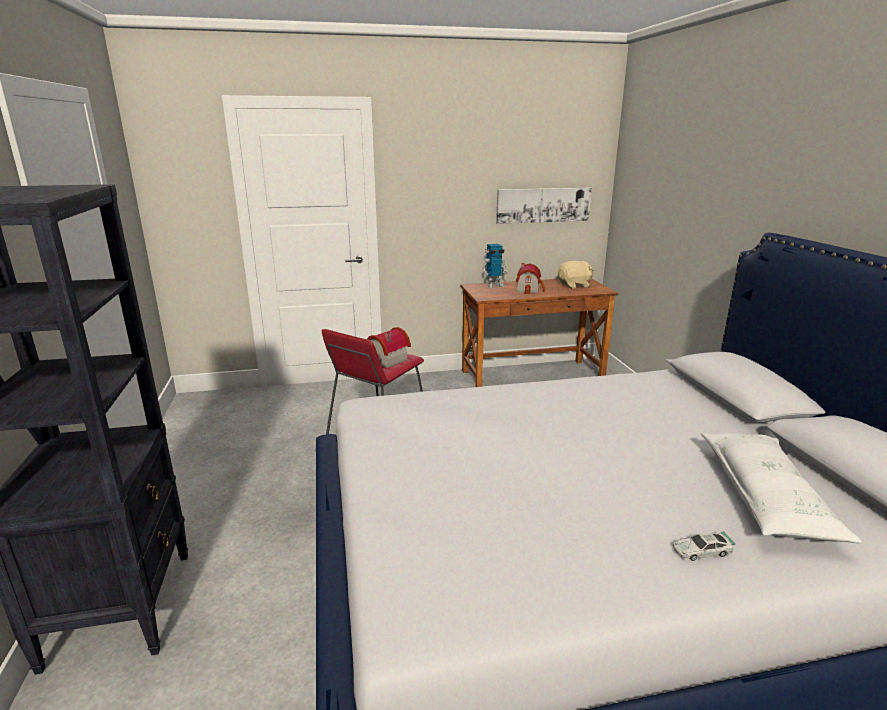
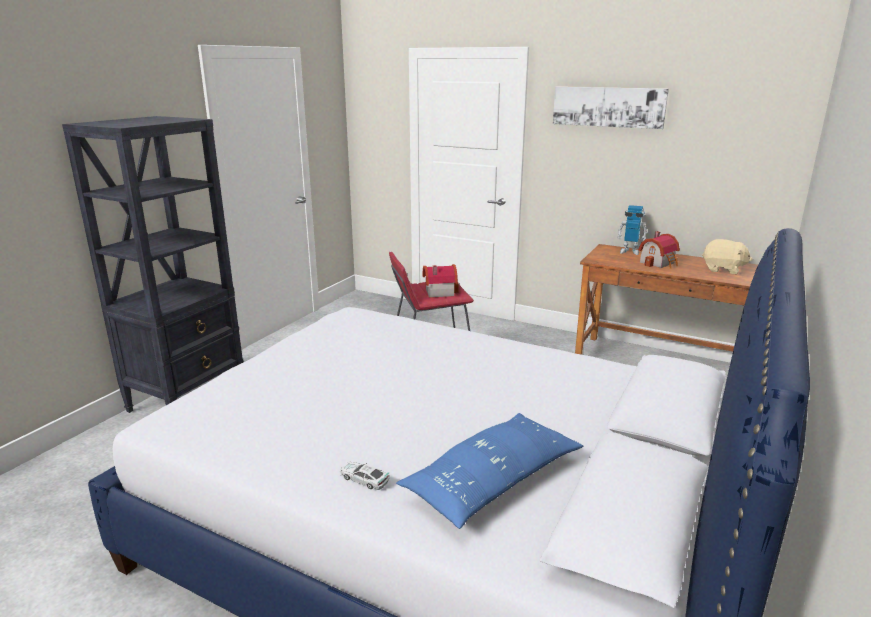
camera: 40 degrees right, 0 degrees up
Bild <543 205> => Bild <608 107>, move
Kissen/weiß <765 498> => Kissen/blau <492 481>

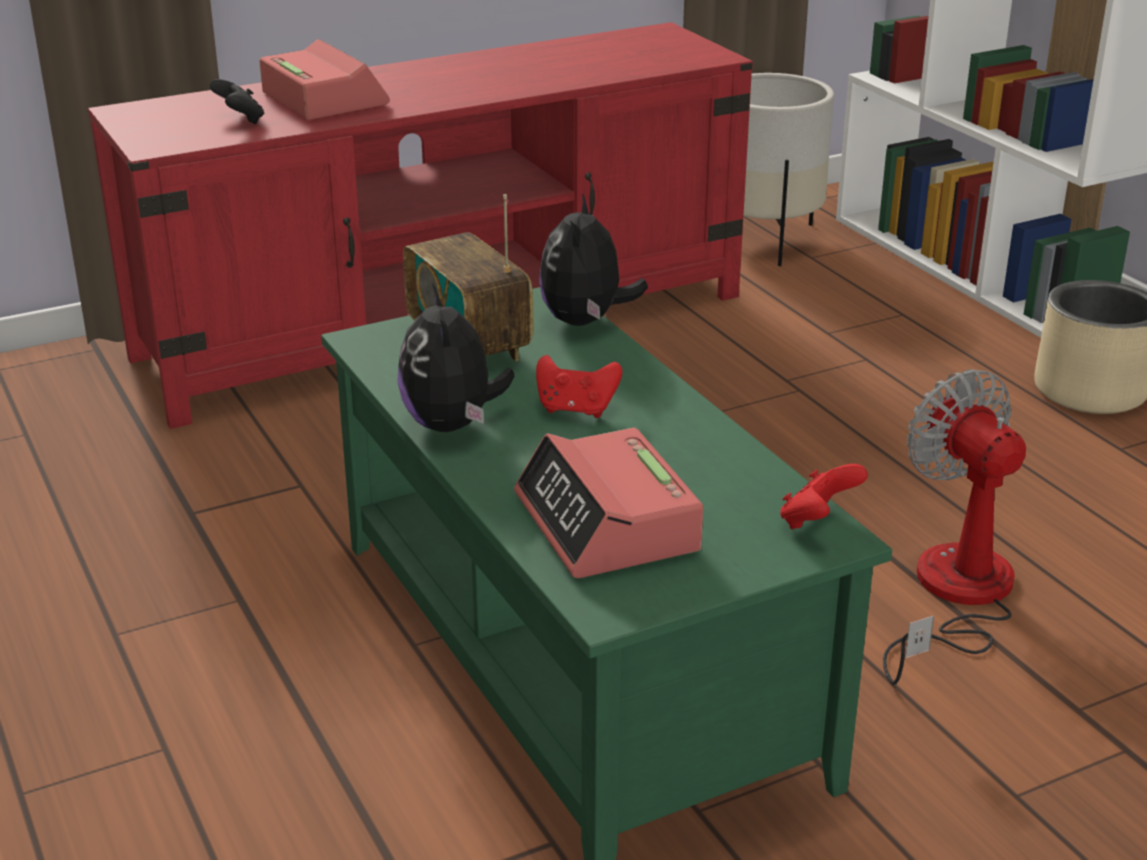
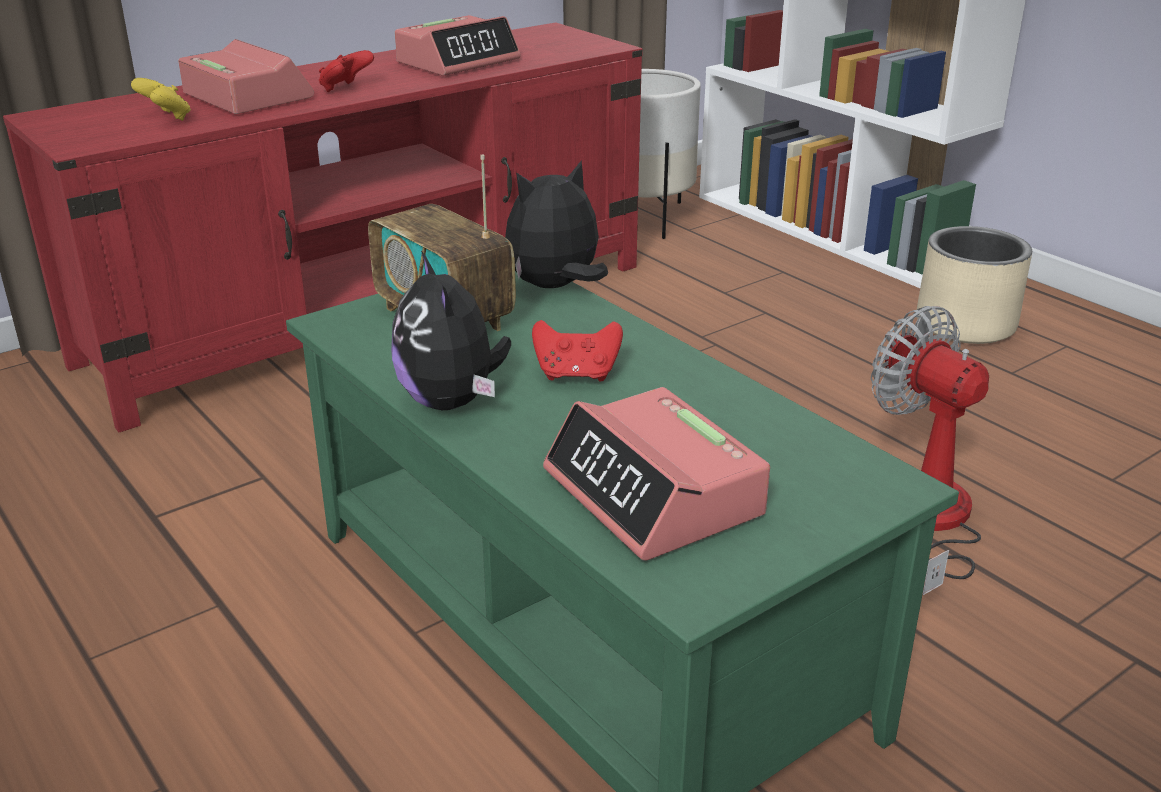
camera: 10 degrees left, 0 degrees up
Gamepad/schwarz <240 120> => Gamepad/gelb <166 118>
Plüschtier <585 321> => Plüschtier <555 287>, 60 degrees clockwise
Gamepad/rot <817 521> => Gamepad/rot <345 89>, move
nothing => Wecker <458 61>

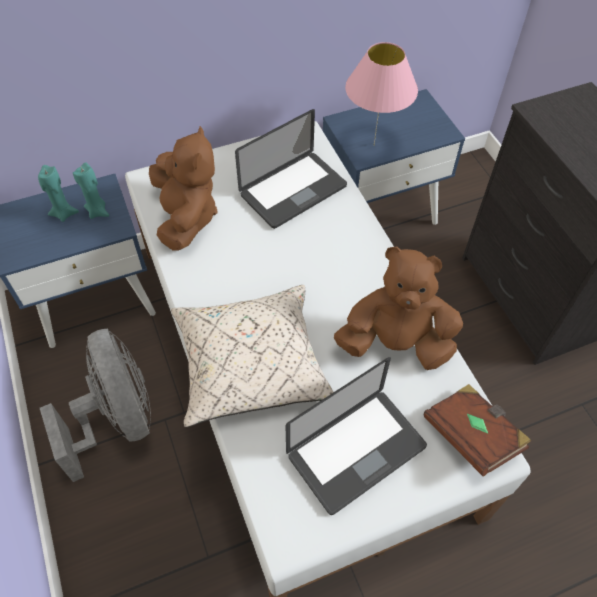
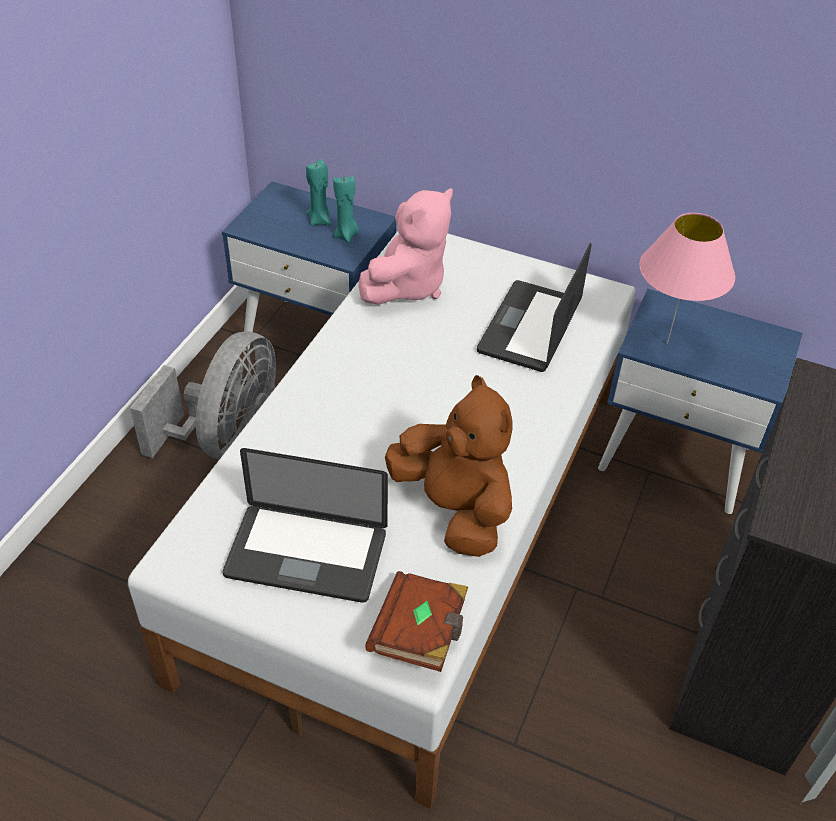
camera: 45 degrees right, 10 degrees down
Plüschtier/braun <186 218> => Plüschtier/rosa <407 285>
Kissen/beige <250 363> => nothing
Laptop <293 191> => Laptop <530 327>, 105 degrees clockwise

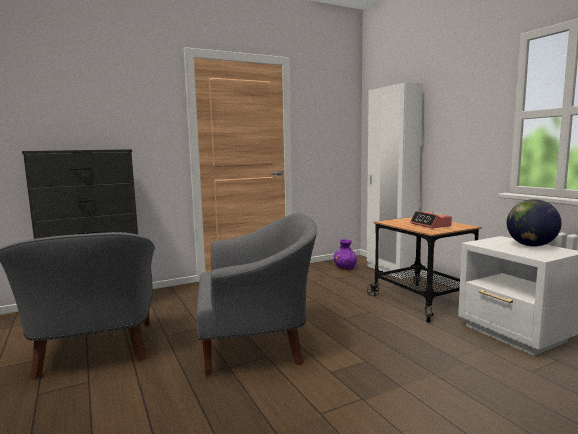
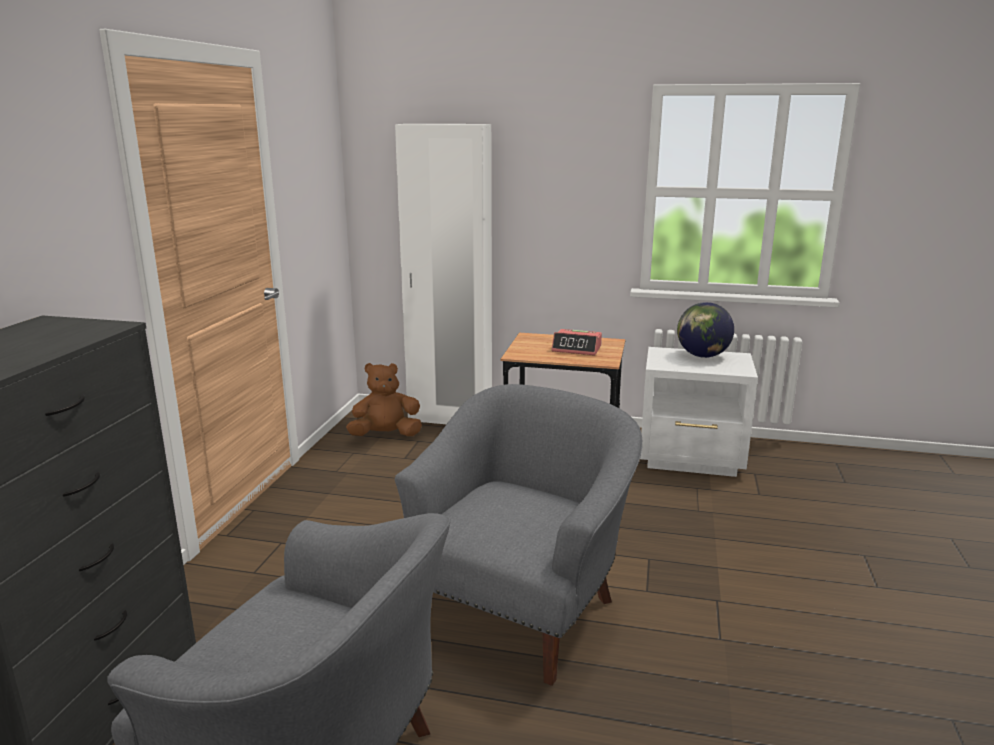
camera: 50 degrees left, 10 degrees up
Vase/lila <345 268> => Plüschtier/braun <386 435>

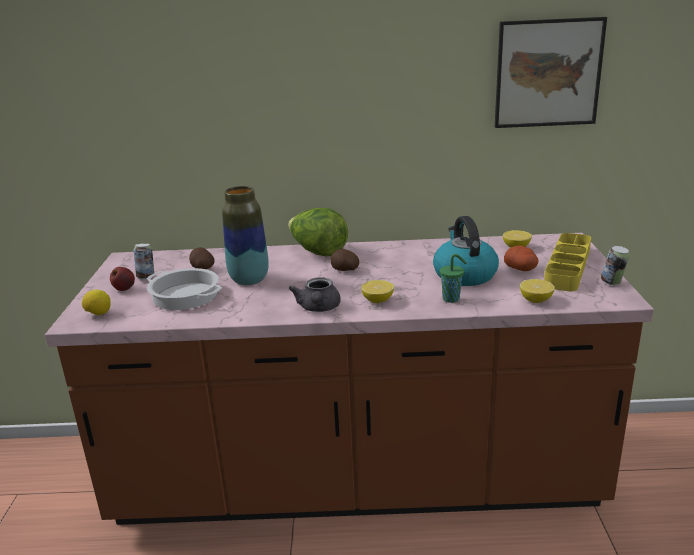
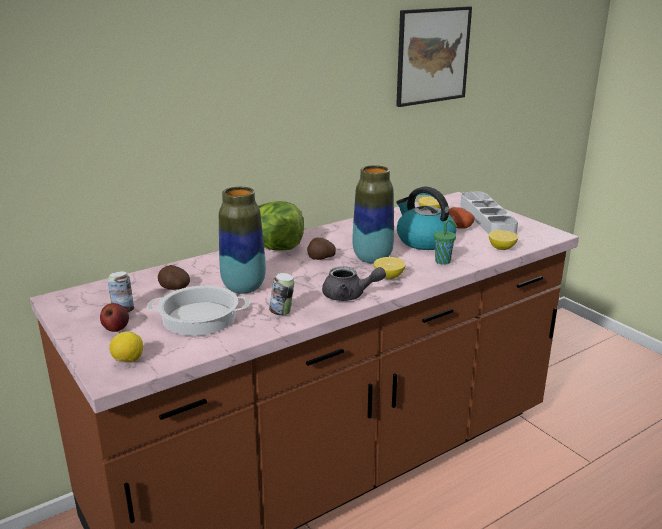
camera: 35 degrees left, 0 degrees up
Teekanne/grau <318 308> => Teekanne/grau <349 296>, 45 degrees counterclockwise
Tablett/gelb <567 267> => Tablett/grau <487 219>
Dose <612 283> => Dose <282 313>, move
nothing => Vase <372 258>

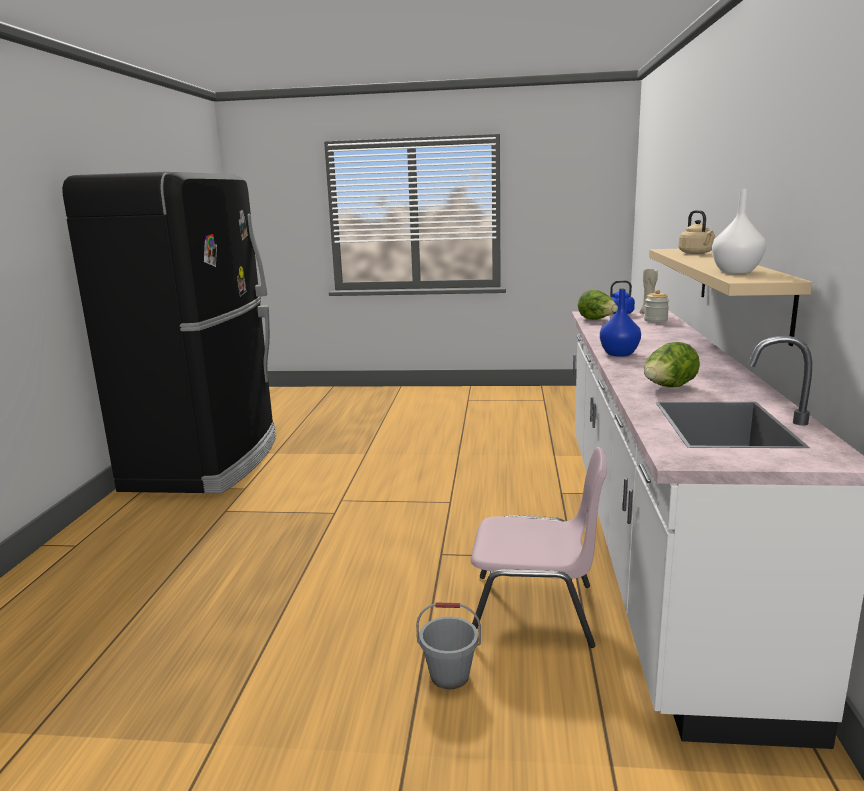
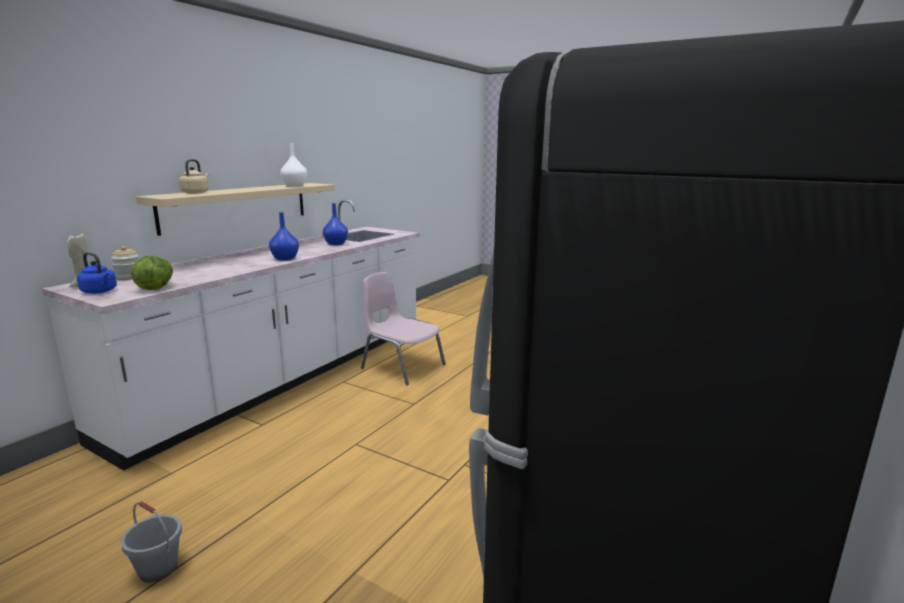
camera: 155 degrees left, 0 degrees up
Eimer/grau <450 675> => Eimer/grau <158 569>, move
Salatkopf <668 388> => Vase/blau <335 244>

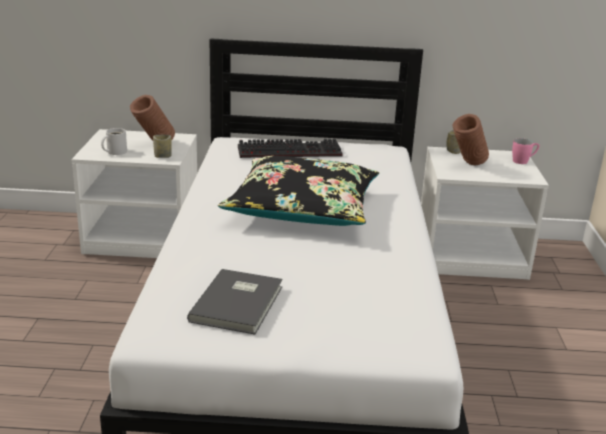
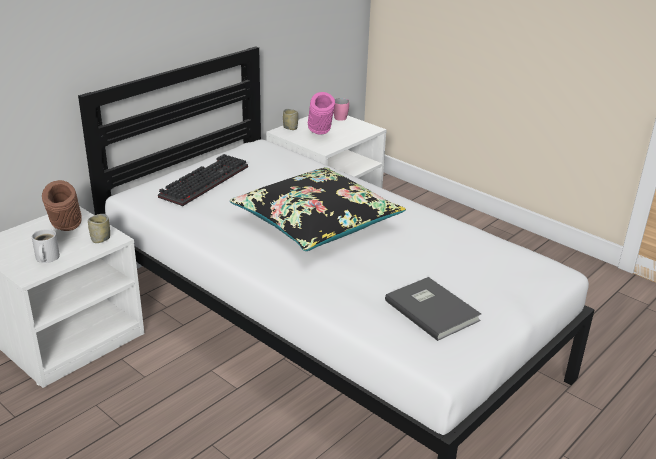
camera: 50 degrees left, 5 degrees up
Vase/braun <467 165> => Vase/rosa <320 136>

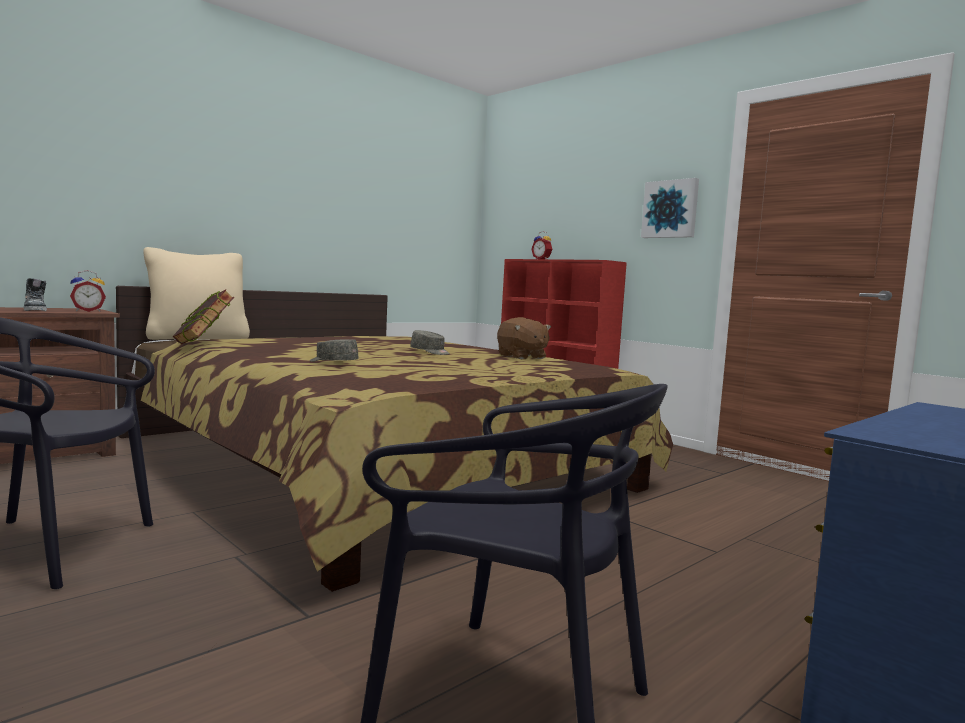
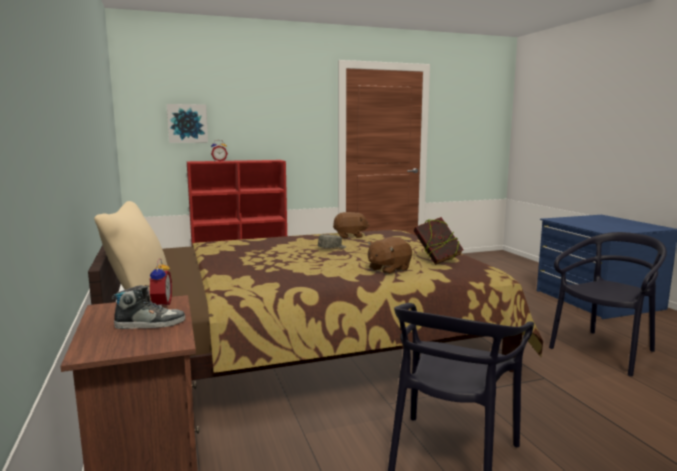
camera: 65 degrees left, 5 degrees up
Buch <203 345> => Buch <437 261>, move
Kappe/grau <332 362> => Plüschtier/braun <388 269>
Bild <670 209> => Bild <187 123>, move

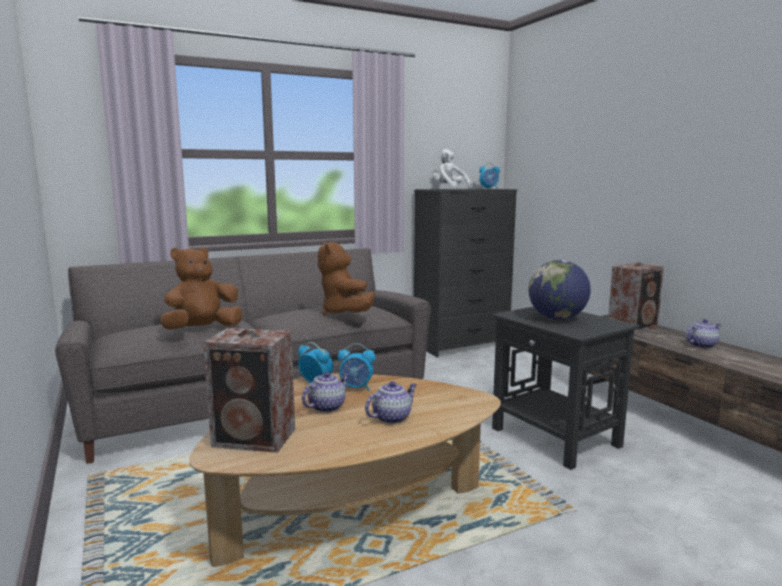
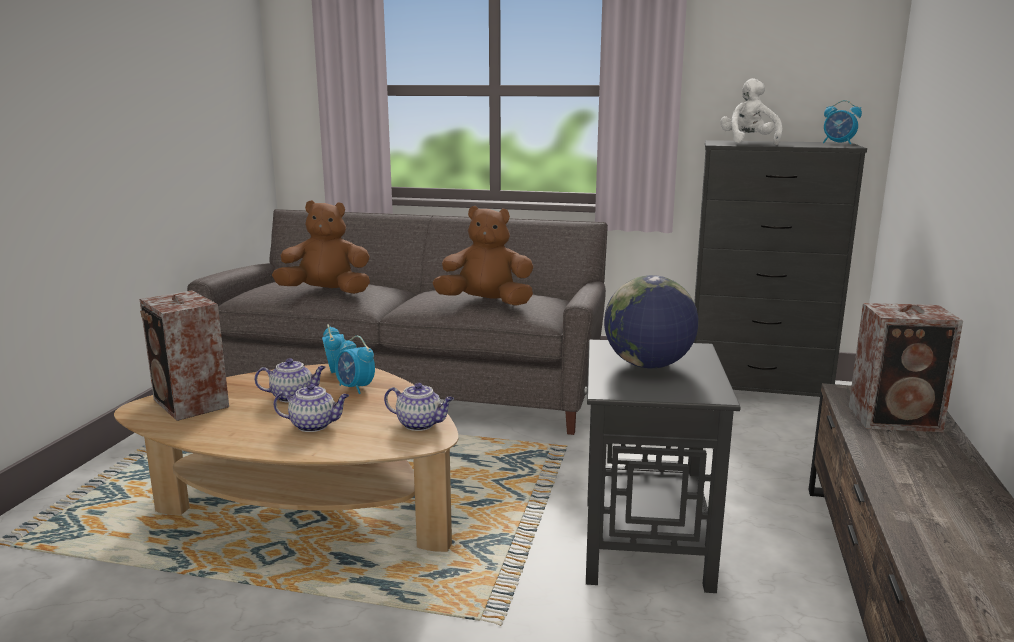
camera: 40 degrees right, 5 degrees up
Plüschtier/braun <344 313> => Plüschtier/braun <486 303>, 75 degrees clockwise
Teekanne <702 345> => Teekanne <420 424>, move

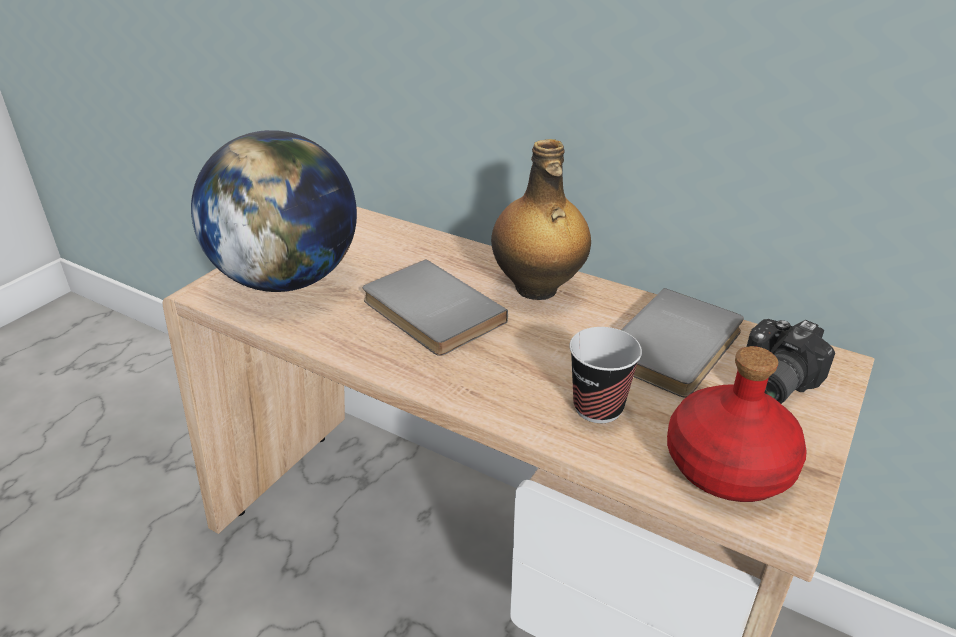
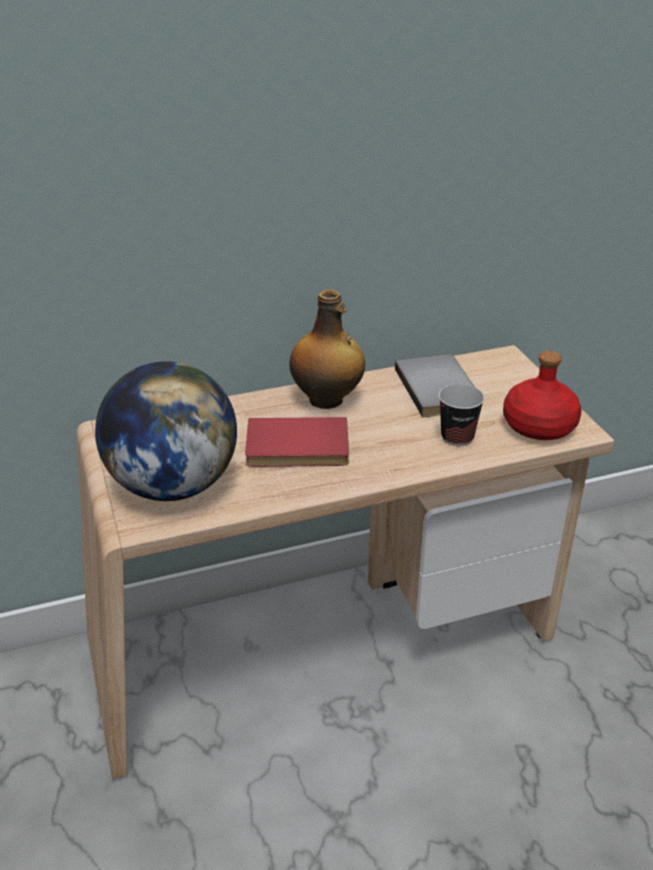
camera: 50 degrees left, 0 degrees up
Buch/grau <429 312> => Buch/rot <297 448>
Kamera <770 383> => nothing

